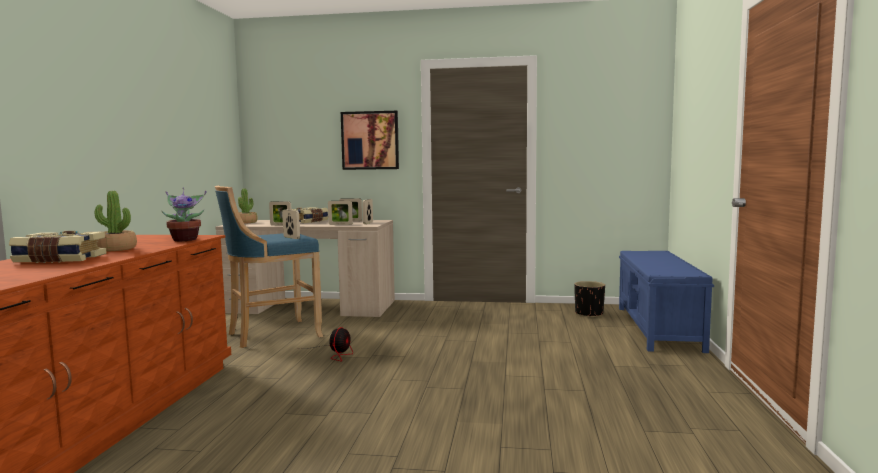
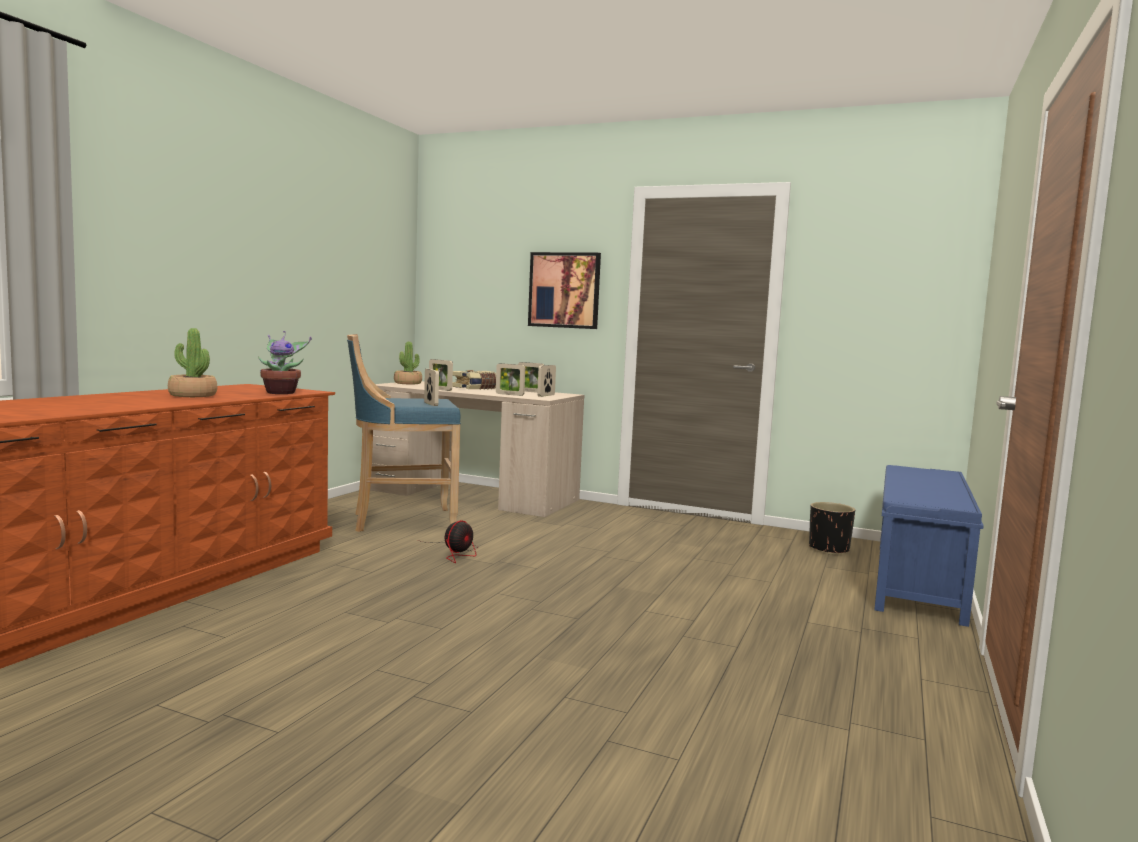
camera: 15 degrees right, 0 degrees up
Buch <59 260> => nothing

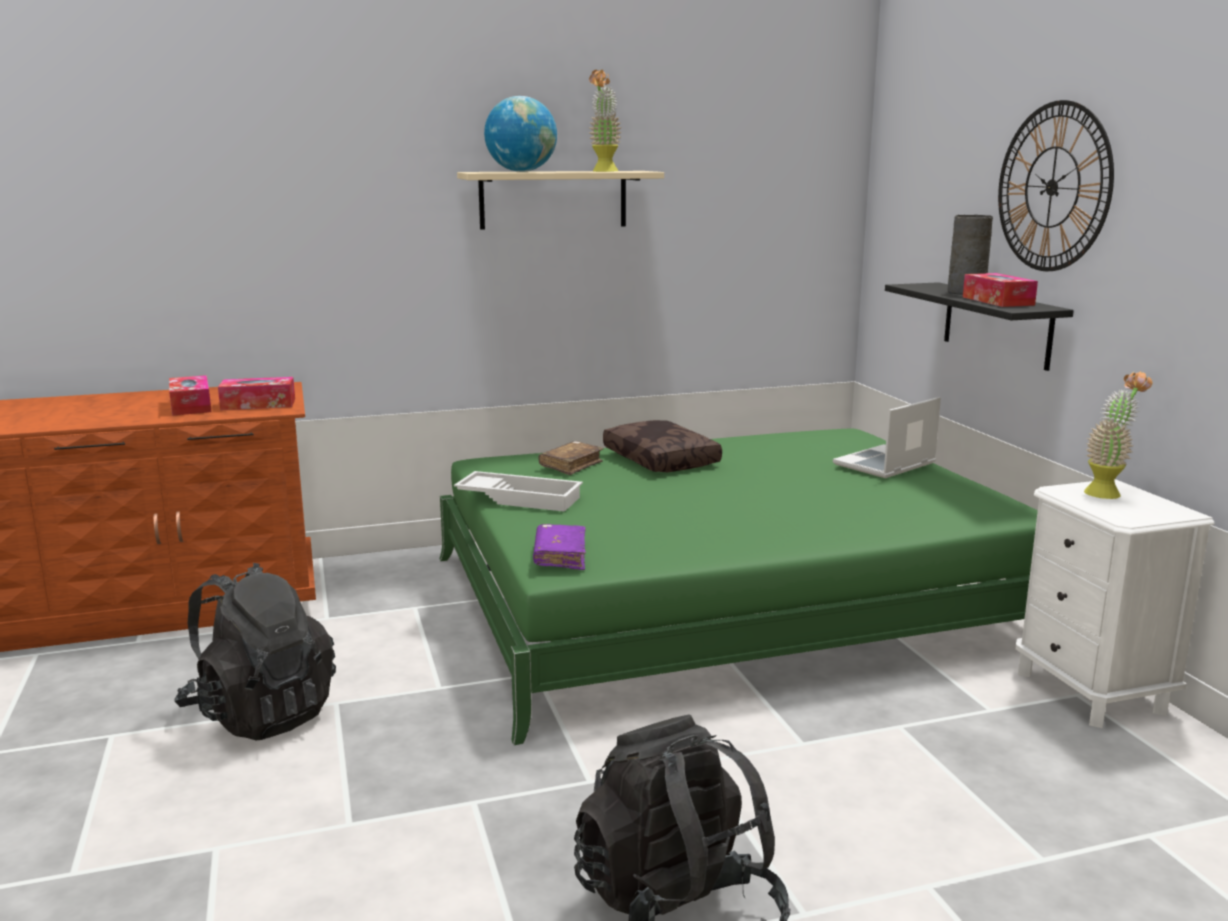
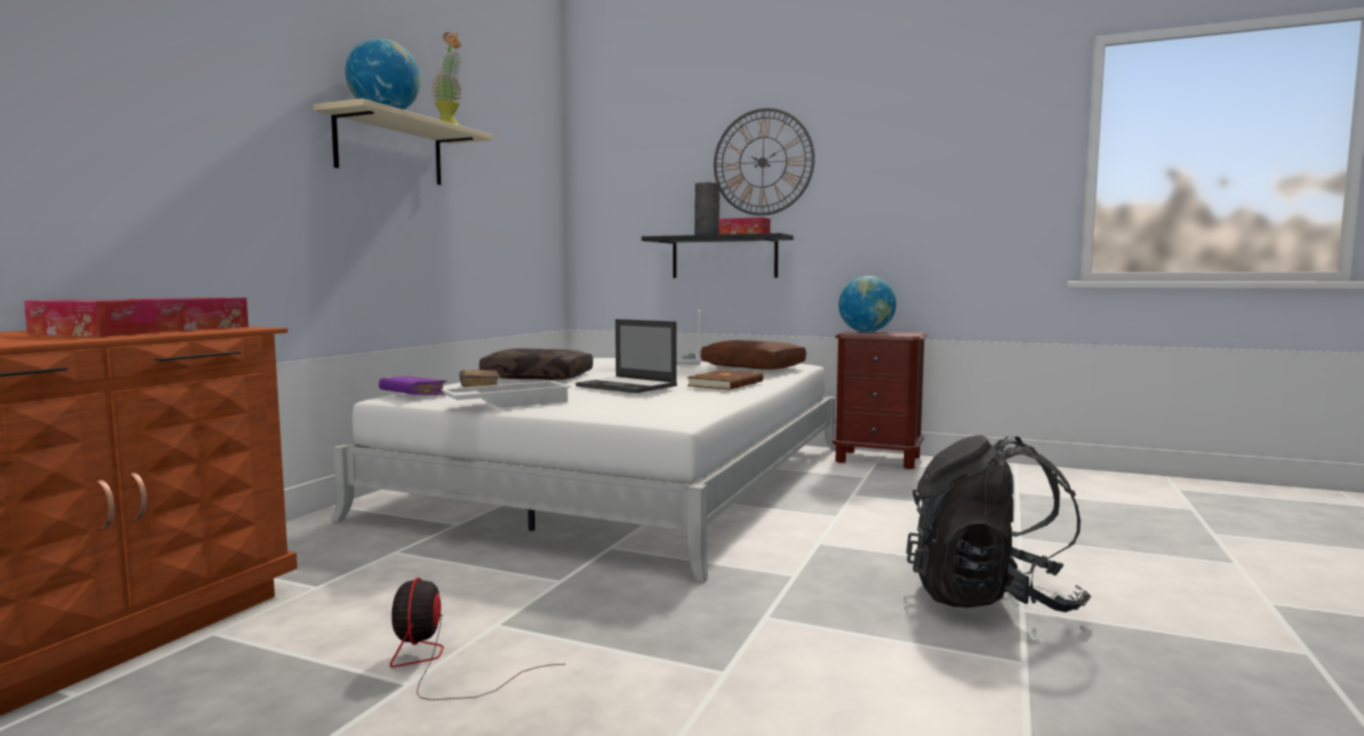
camera: 50 degrees left, 10 degrees down
Rucksack/schwarz <261 714> => Ventilator <439 663>
Bett/grün <726 601> => Bett/weiß <628 479>
Buch/lila <560 556> => Buch/lila <413 395>, move
Nachttisch/weiß <1090 692> => Nachttisch/braun <878 459>
Topfpflanze <1108 492> => Globus <866 332>
nothing => Laptop <627 386>
nothing => Buch/braun <727 384>
nothing => Kissen/braun <754 366>

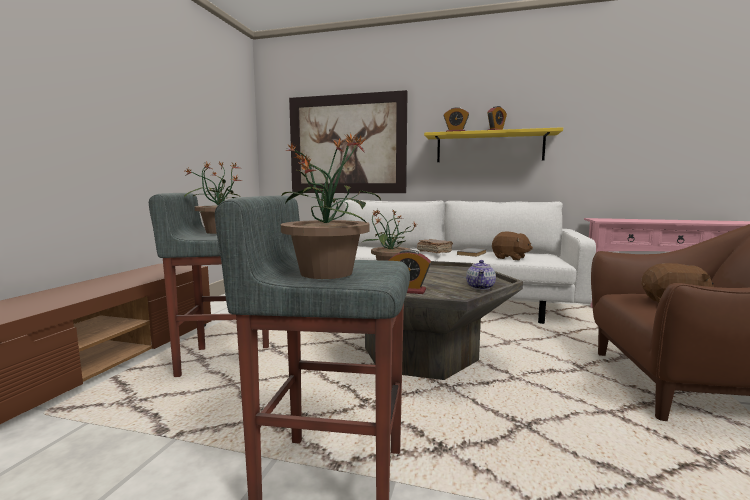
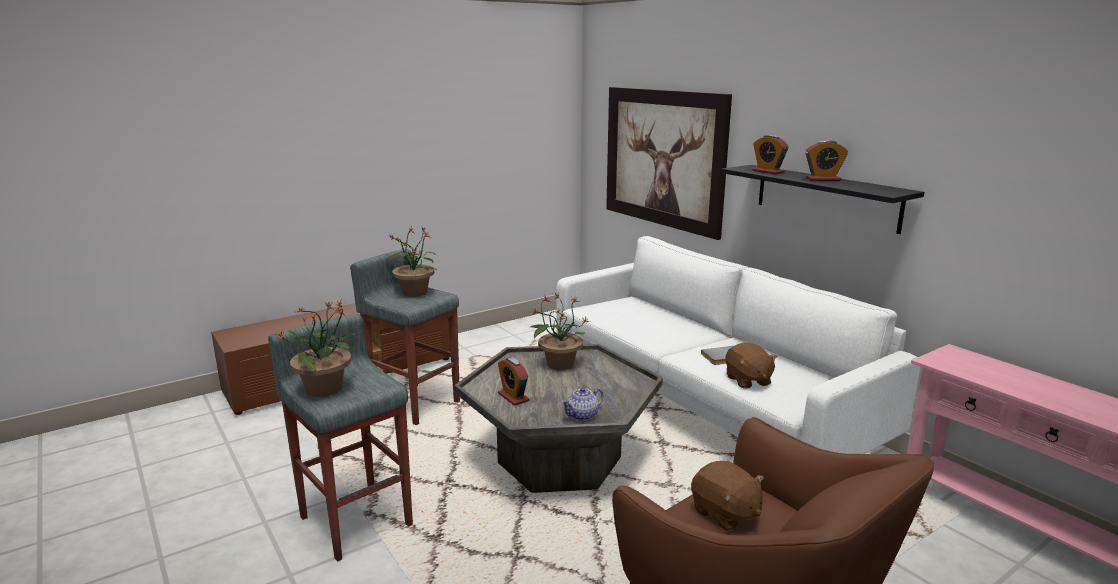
camera: 40 degrees right, 10 degrees up
Buch/braun <434 252> => nothing
Wandregal/gelb <489 147> => Wandregal/schwarz <826 197>

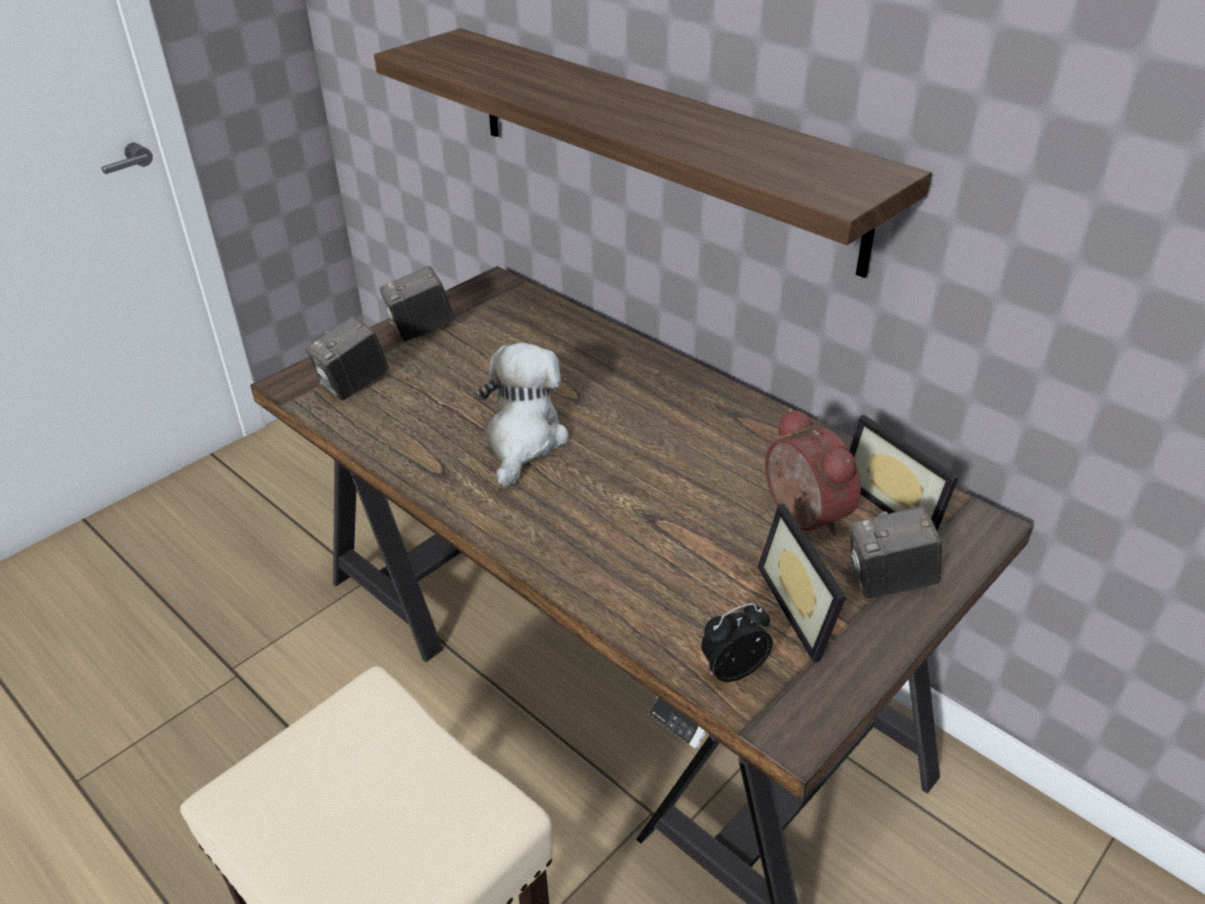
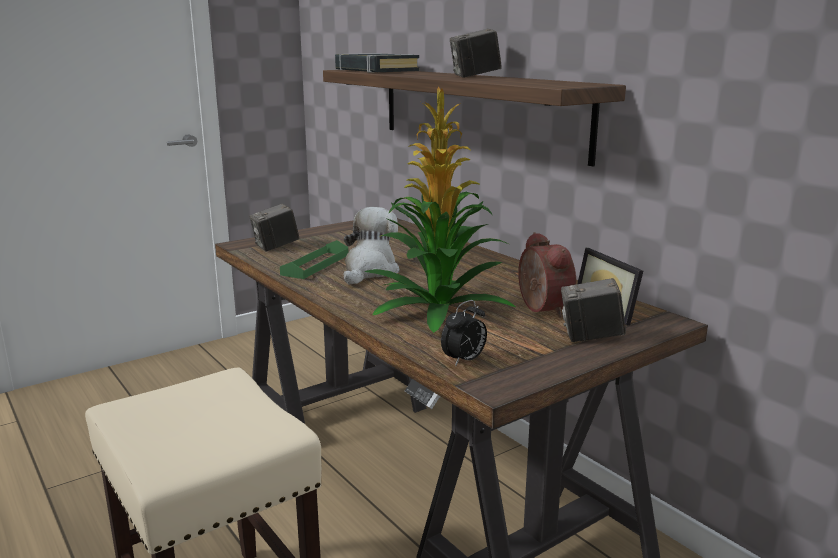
camera: 10 degrees right, 20 degrees down
Kamera <421 330> => Kamera <475 77>, move
Wecker <732 669> => Wecker <464 360>, 150 degrees clockwise
Bilderrahmen <806 607> => nothing
nothing => Tablett/grün <315 264>
nothing => Buch/schwarz <375 70>
nothing => Topfpflanze <436 307>

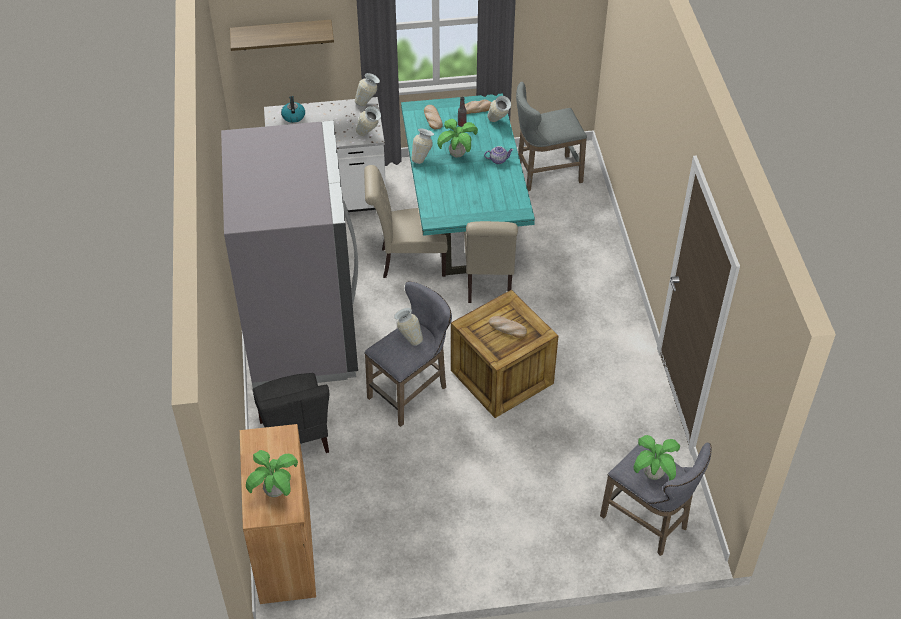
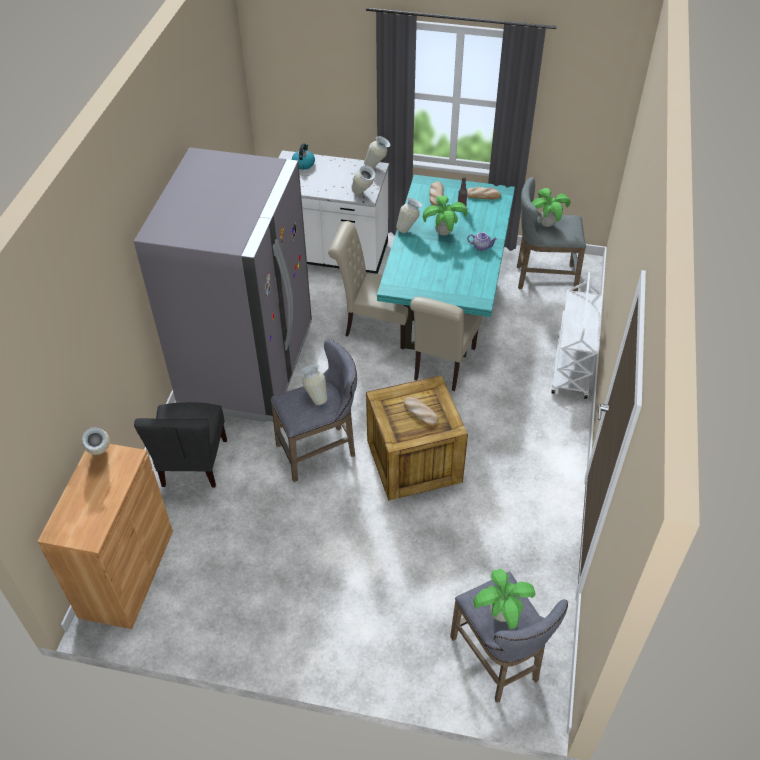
camera: 20 degrees right, 0 degrees up
Wandregal <282 35> => nothing
Topfpflanze <275 491> => Topfpflanze <547 224>, move
Vase <498 124> => Vase <101 458>, move
nothing => Rollwagen/weiß <572 367>

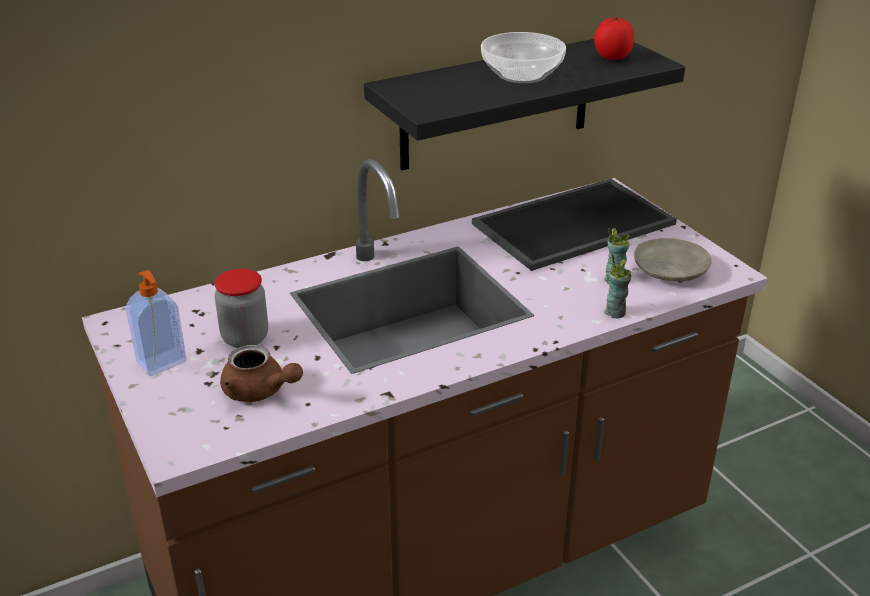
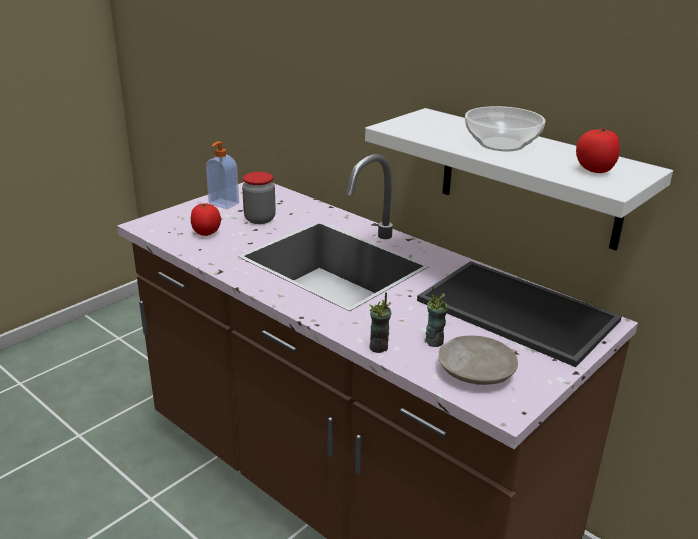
camera: 70 degrees right, 5 degrees down
Teekanne/braun <260 391> => Tomate <206 234>
Wandregal/schwarz <496 103> => Wandregal/weiß <529 178>

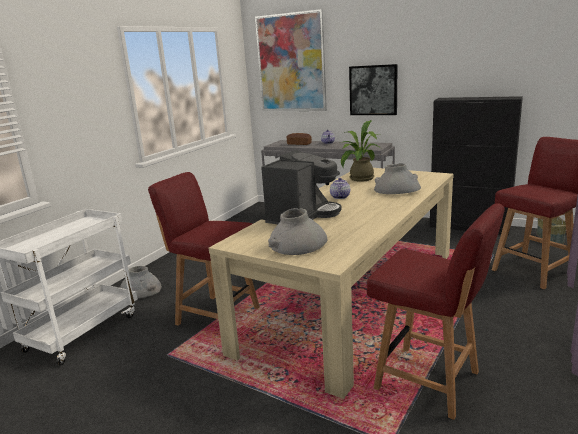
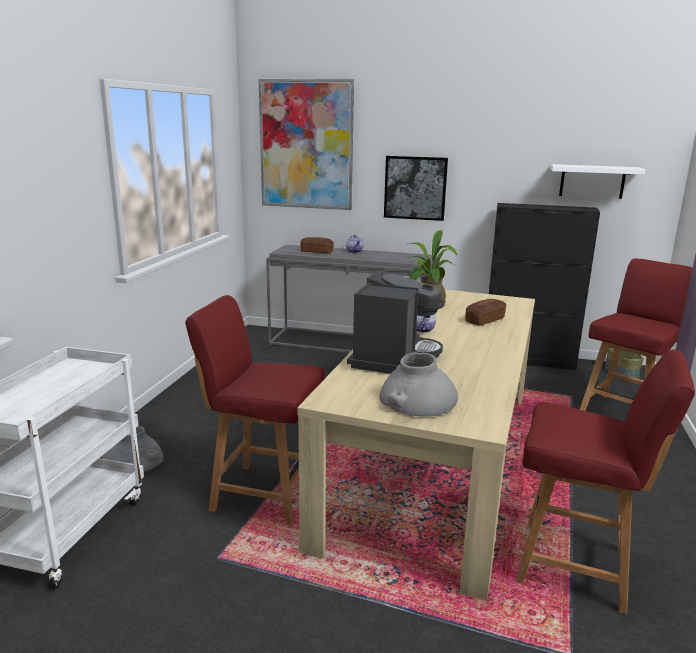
camera: 15 degrees left, 0 degrees up
Vase/grau <396 190> => Brot <485 320>
nothing => Wandregal/weiß <592 181>

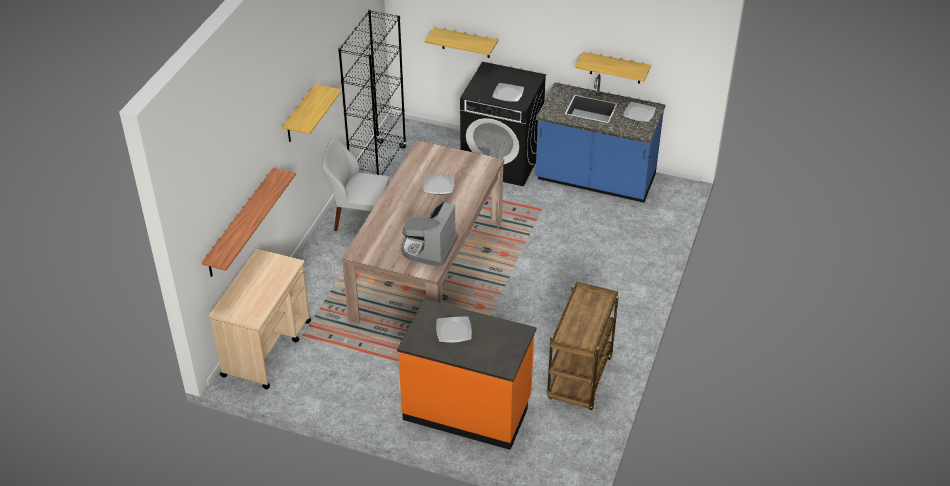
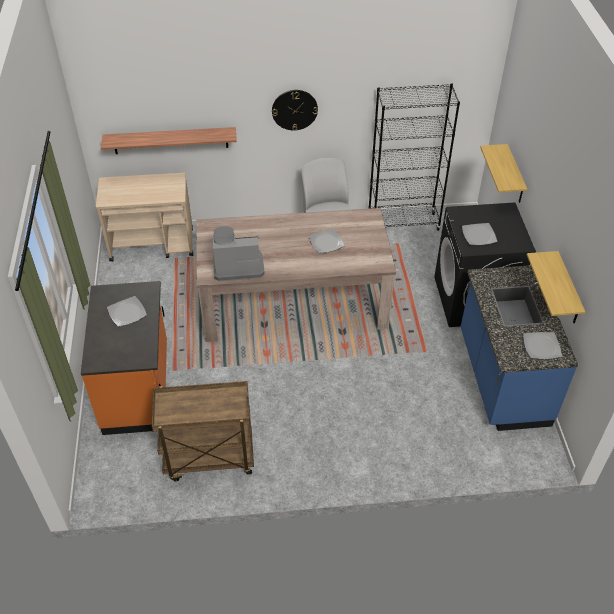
camera: 65 degrees right, 5 degrees up
Wandregal <300 115> => Wanduhr <294 109>

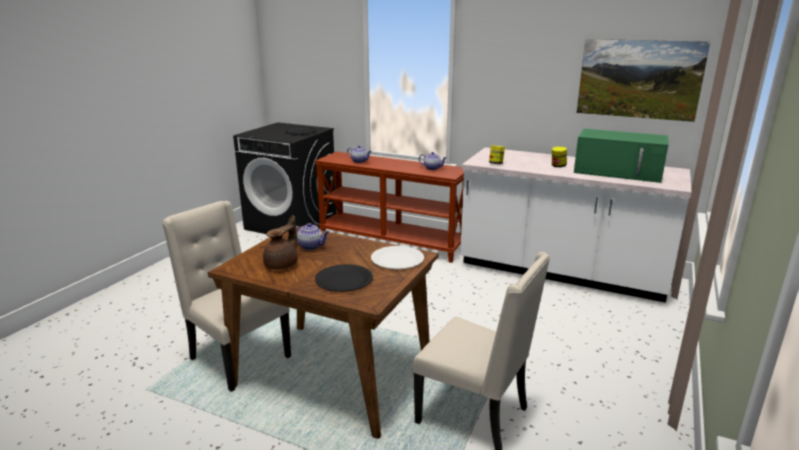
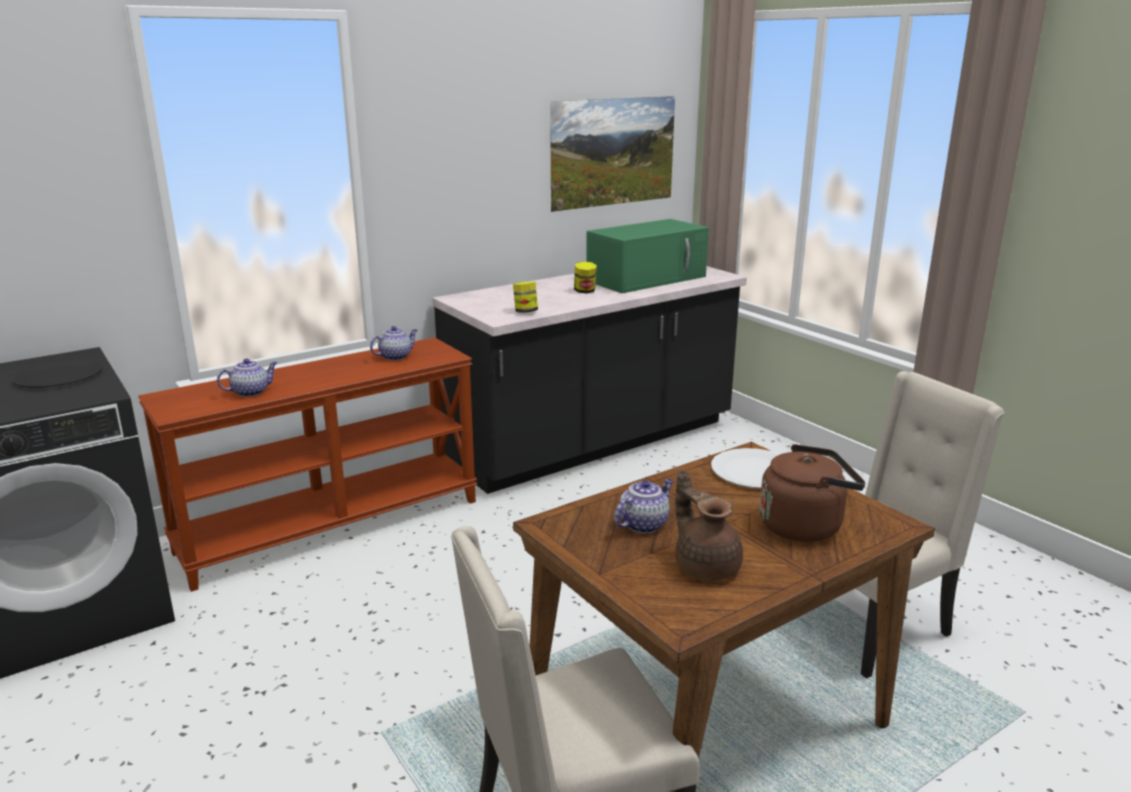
camera: 60 degrees left, 0 degrees up
Teller/schwarz <344 280> => Wasserkessel/braun <805 526>
Küchenzeile/weiß <561 272> => Küchenzeile/schwarz <594 443>

